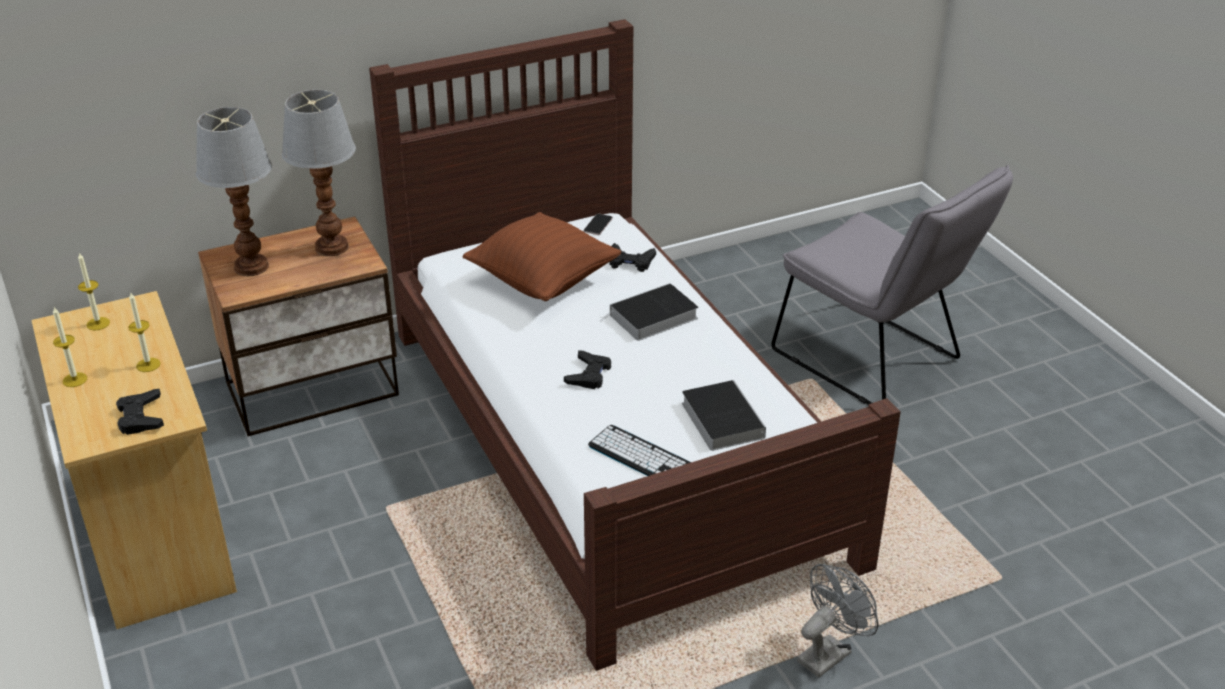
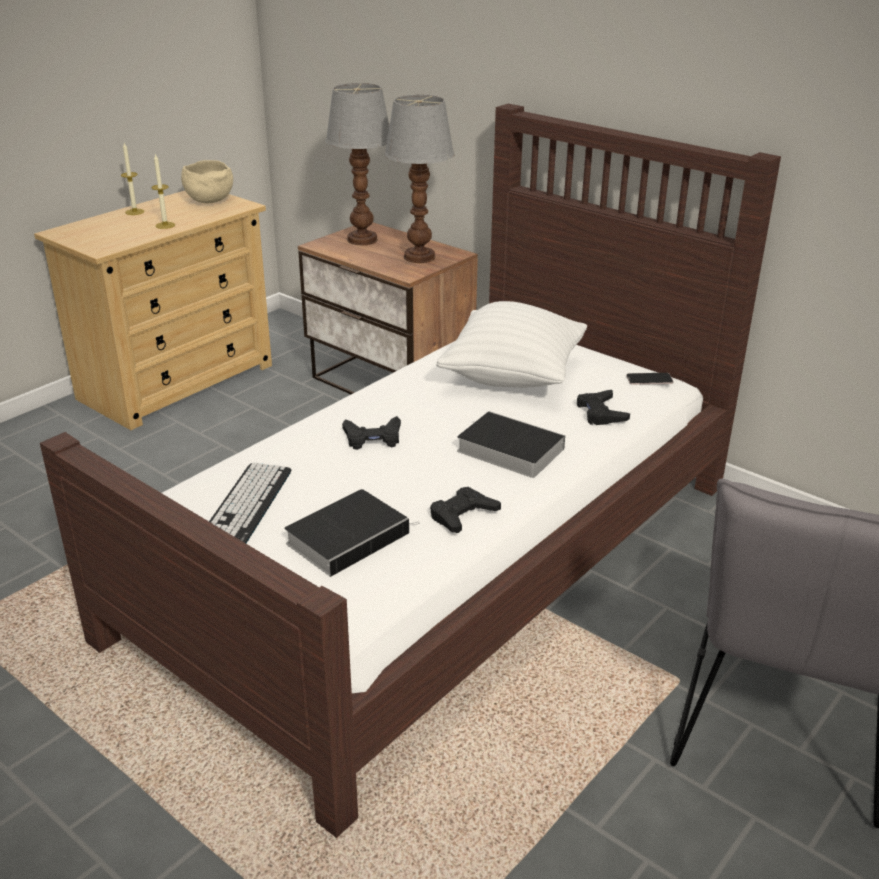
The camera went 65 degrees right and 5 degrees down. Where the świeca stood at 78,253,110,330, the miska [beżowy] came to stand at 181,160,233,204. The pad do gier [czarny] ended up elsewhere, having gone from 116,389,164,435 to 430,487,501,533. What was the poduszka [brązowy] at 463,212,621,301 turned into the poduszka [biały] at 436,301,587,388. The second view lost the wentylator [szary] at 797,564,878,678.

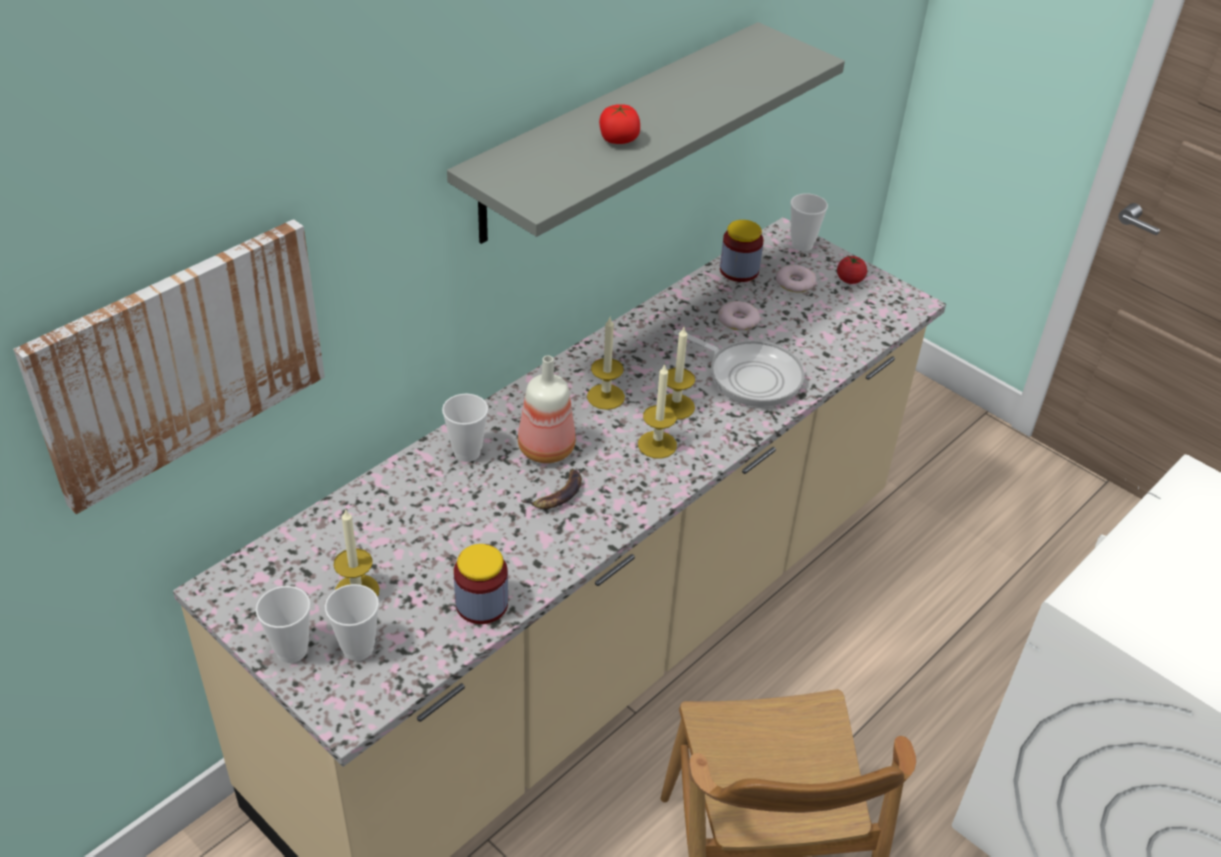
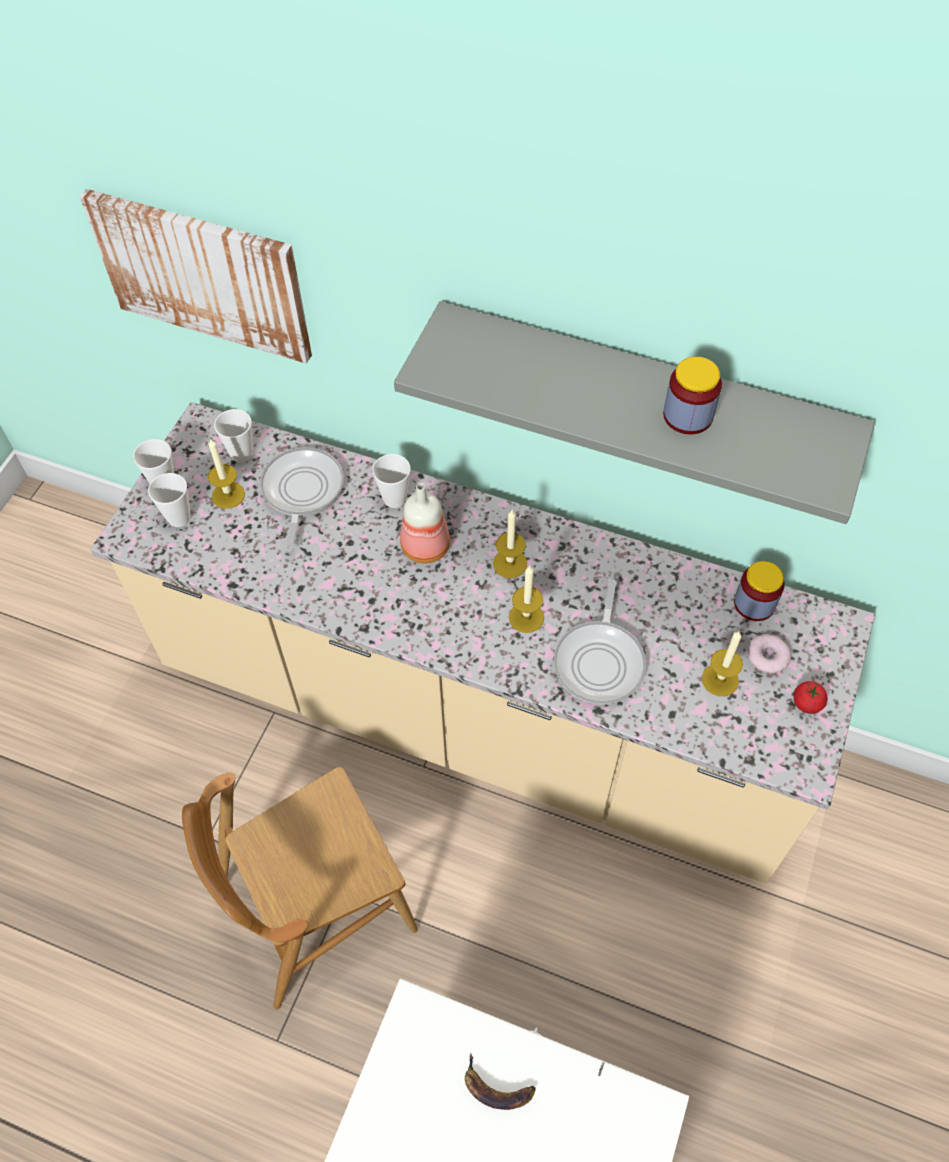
The camera went 70 degrees right and 15 degrees up. The słoik ended up elsewhere, having gone from 454,544,508,624 to 663,357,722,434. The banan ended up elsewhere, having gone from 521,468,582,509 to 465,1053,535,1110. The second view lost the pomidor at 599,104,640,144. The świeca ended up elsewhere, having gone from 638,363,677,459 to 702,631,743,696. The second view lost the donut at 718,301,760,331. The filiżanka ended up elsewhere, having gone from 790,194,828,251 to 214,409,253,463. The second view gained the patelnia at 260,447,344,552.

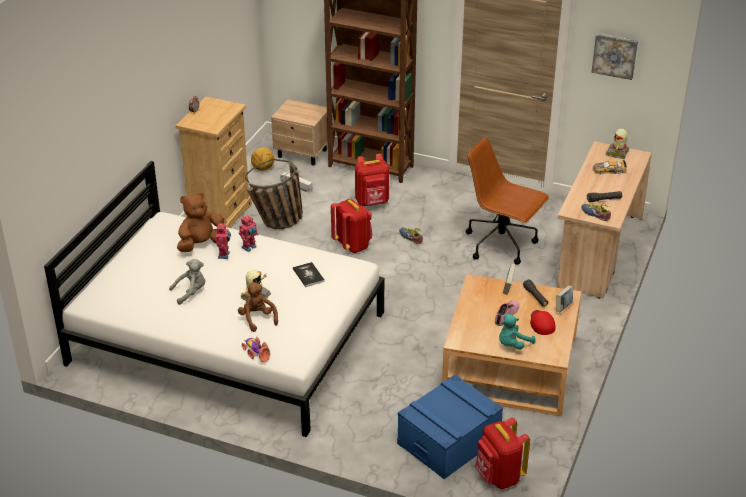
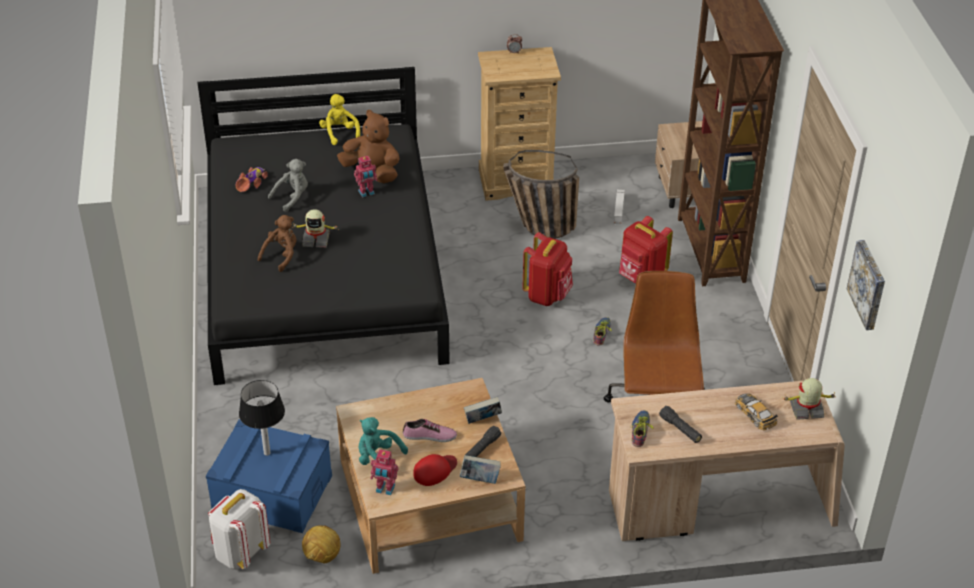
The camera went 60 degrees right and 5 degrees up. What was the łóżko [biały] at 44,161,384,437 turned into the łóżko [czarny] at 198,67,450,385. The pluszak [szary] at 169,259,205,305 ended up facing another way, 75 degrees counterclockwise from before. The robot zabawkowy ended up elsewhere, having gone from 239,215,259,252 to 371,449,398,495. The samochodzik ended up elsewhere, having gone from 242,337,270,363 to 235,167,268,192. The piłka futbolowa ended up elsewhere, having gone from 251,147,275,171 to 302,525,341,563. The second view lost the książka at 293,262,325,287. What was the plecak [czerwony] at 475,418,530,489 turned into the plecak [biały] at 208,489,270,570. The second view gained the lampa stołowa at 239,380,285,456. The second view gained the pluszak [żółty] at 319,94,360,145.

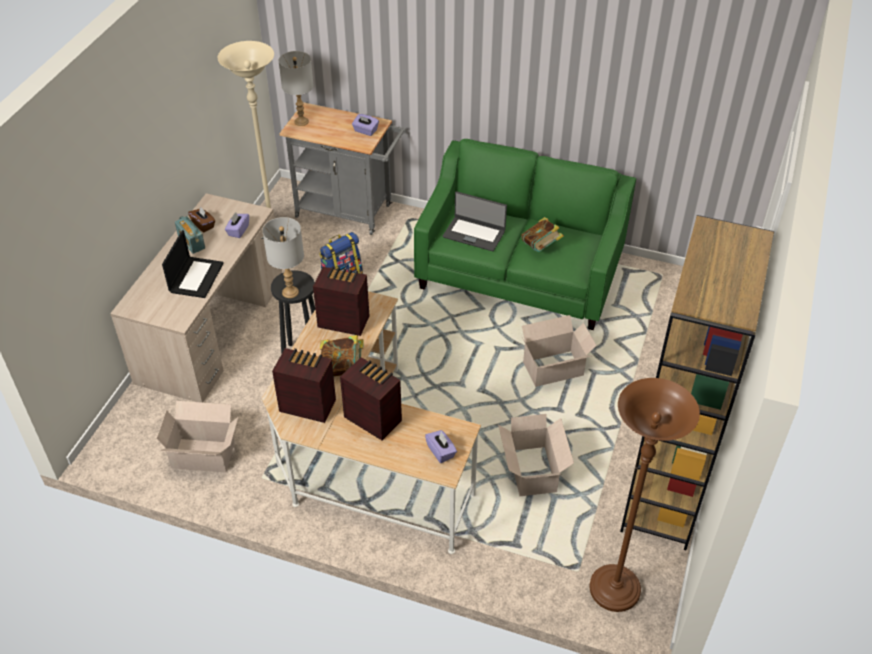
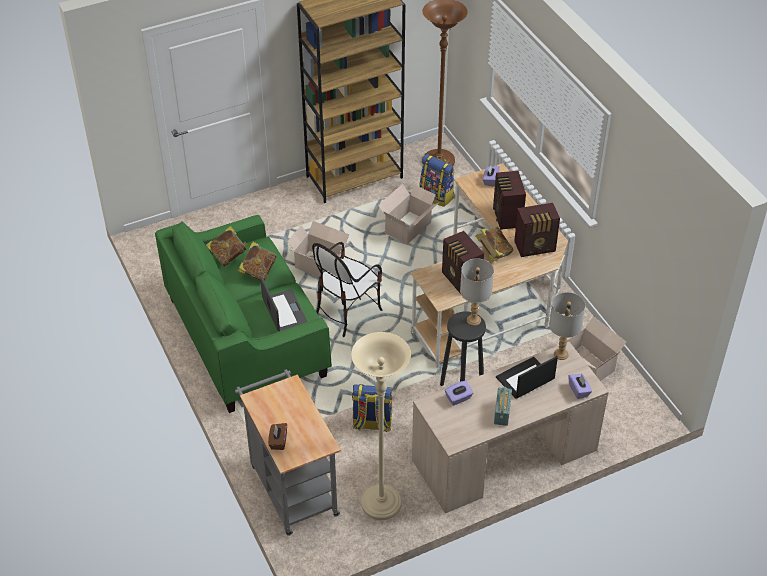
The camera went 135 degrees left and 0 degrees up. The pudełko chusteczek [brązowy] ended up elsewhere, having gone from 188,207,215,233 to 268,423,287,450. The radio at 272,348,336,423 ended up facing another way, 75 degrees counterclockwise from before. The lampa stołowa [szary] ended up elsewhere, having gone from 278,51,314,126 to 549,292,585,360. The pudełko chusteczek [fioletowy] ended up elsewhere, having gone from 352,114,379,136 to 568,374,592,399. The second view gained the książka at 206,226,247,267. The second view gained the krzesło at 312,242,382,337. The second view gained the plecak at 419,154,454,207.

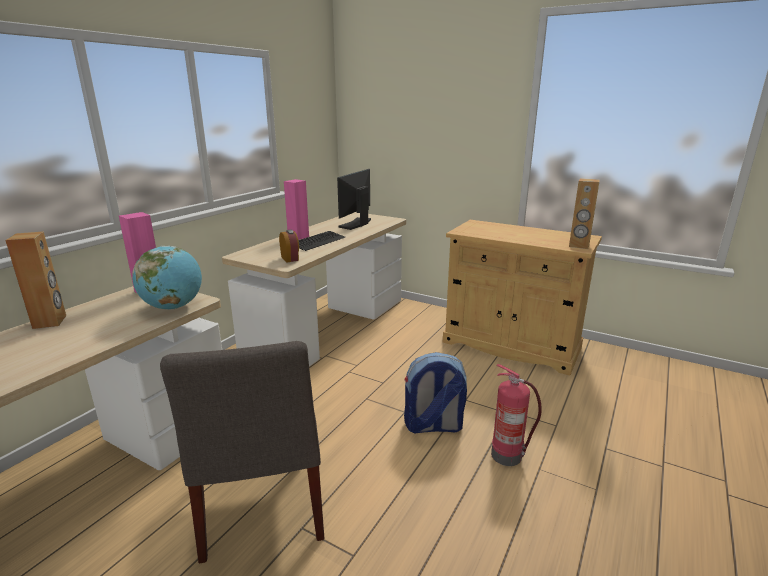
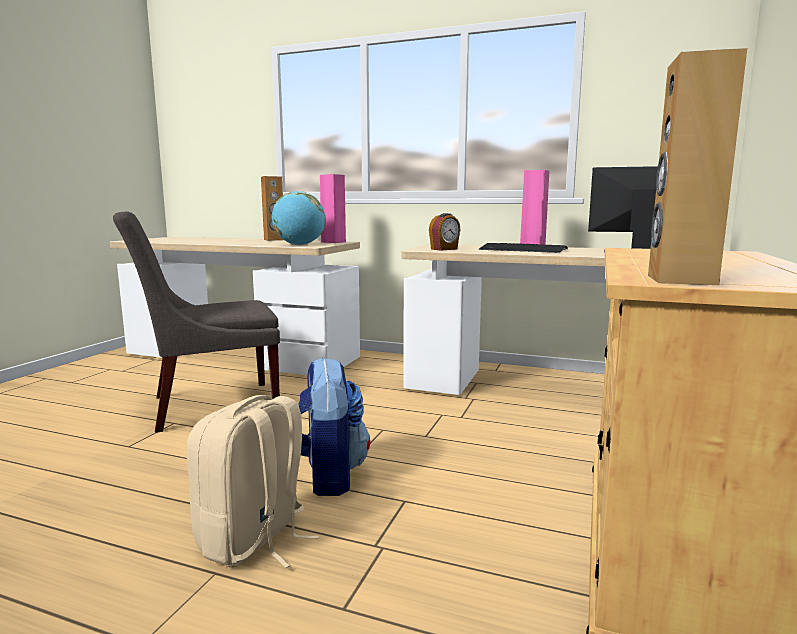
The camera went 80 degrees right and 10 degrees down. Where the gaśnica stood at 491,364,542,466, the plecak [beżowy] came to stand at 187,395,320,568.

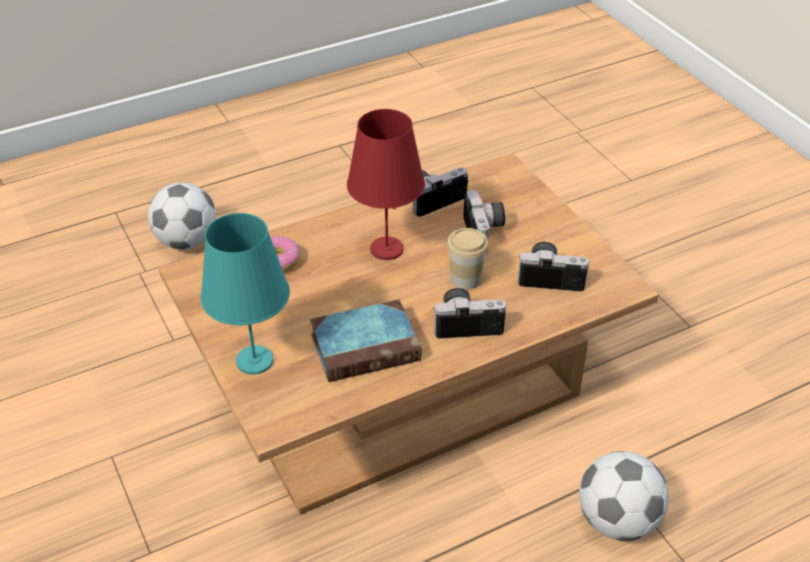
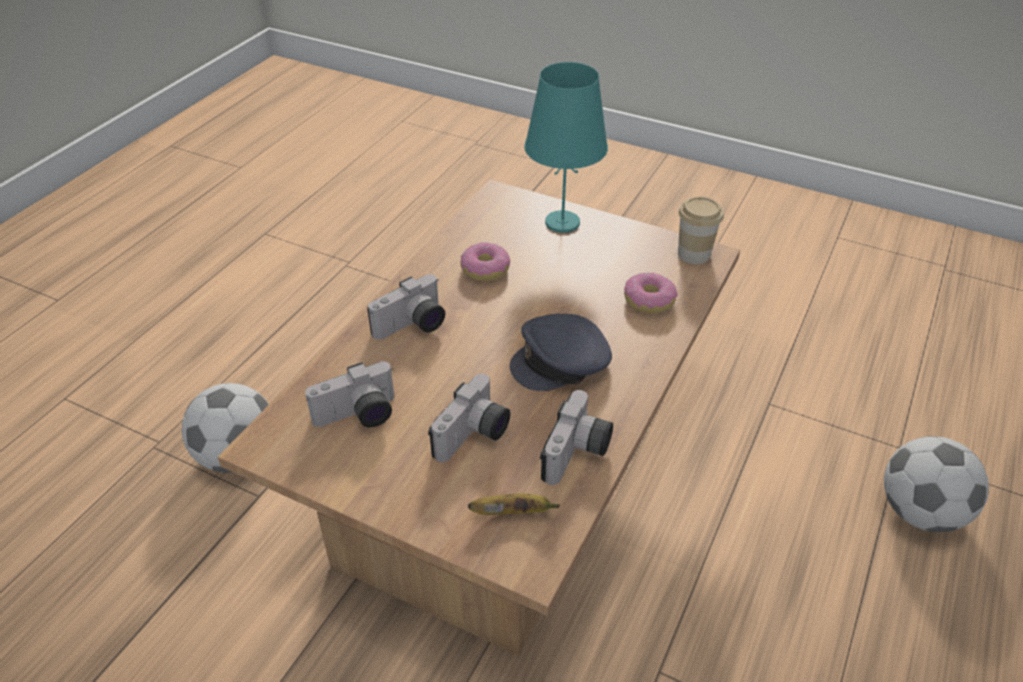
The camera went 145 degrees right and 0 degrees up. Where the książka stood at 310,299,422,382, the donut came to stand at 460,242,510,281. Where the lampa stołowa [czerwony] stood at 347,109,425,260, the czapka z daszkiem [szary] came to stand at 510,314,612,391. The filiżanka ended up elsewhere, having gone from 447,228,489,290 to 678,197,724,264. The aparat fotograficzny at 463,190,505,254 ended up facing another way, 105 degrees counterclockwise from before. The second view gained the banan at 468,494,560,515.

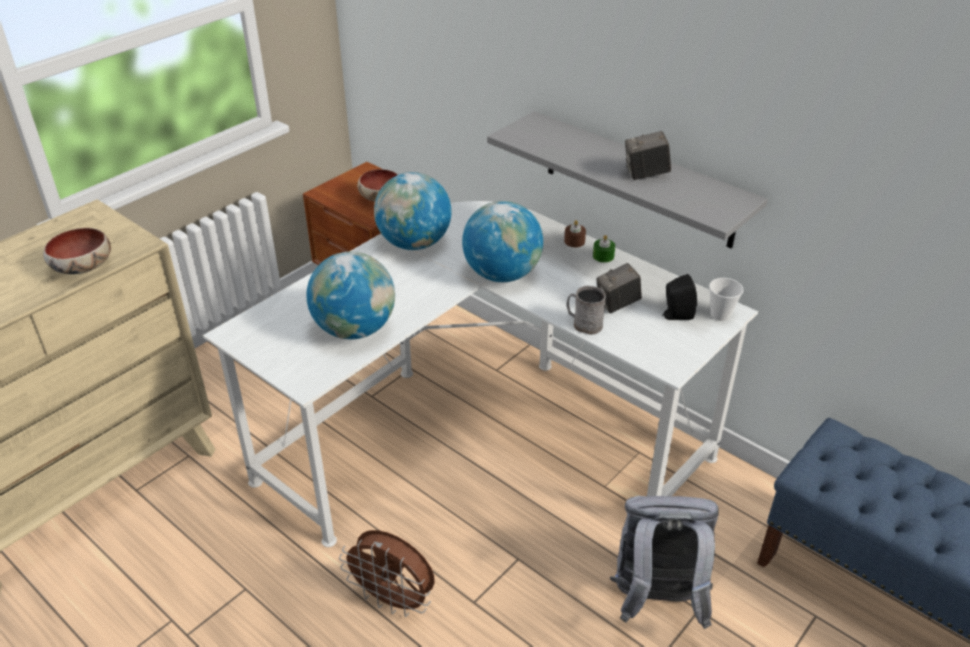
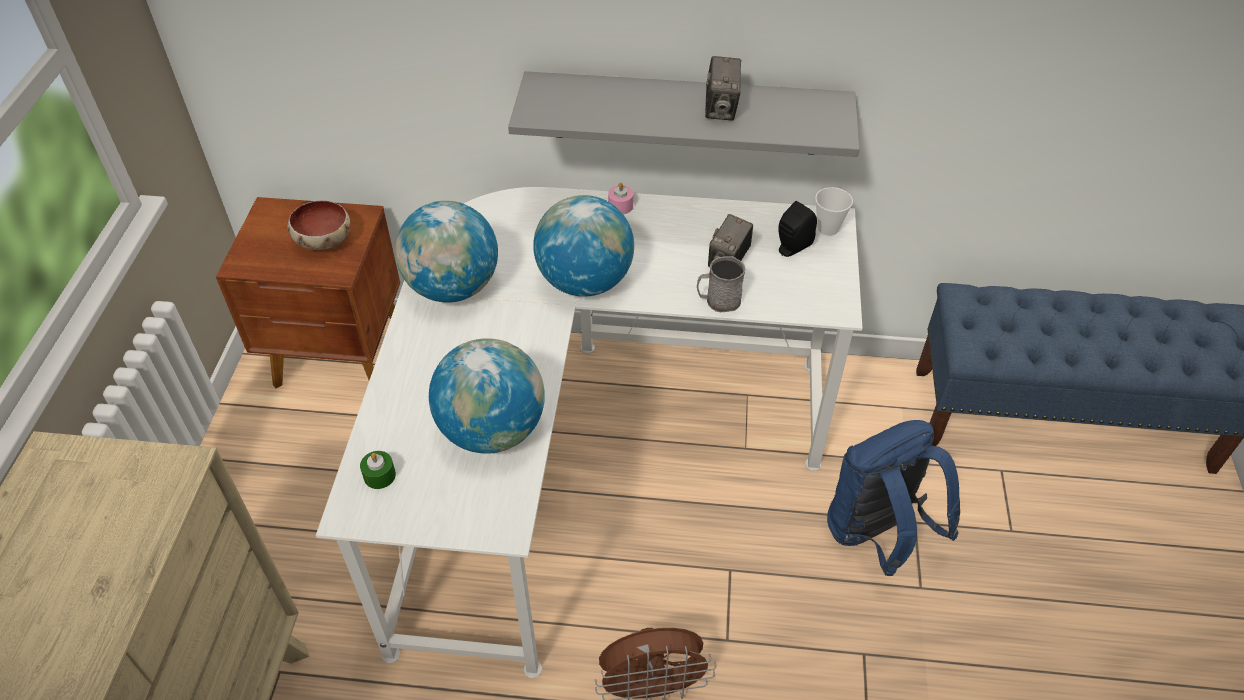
The camera went 35 degrees left and 10 degrees up. The second view lost the miska at 43,228,111,274. What was the świeca [brązowy] at 564,220,586,247 turned into the świeca [różowy] at 608,182,633,214. The świeca [zielony] ended up elsewhere, having gone from 593,235,615,263 to 360,451,396,489. What was the plecak [szary] at 610,496,719,629 turned into the plecak [niebieski] at 827,420,960,576. The aparat fotograficzny at 625,131,671,180 ended up facing another way, 45 degrees counterclockwise from before.

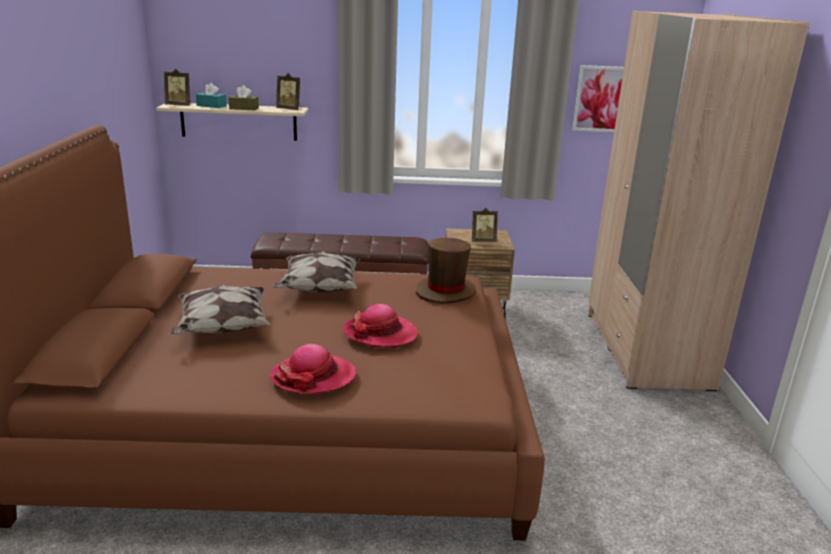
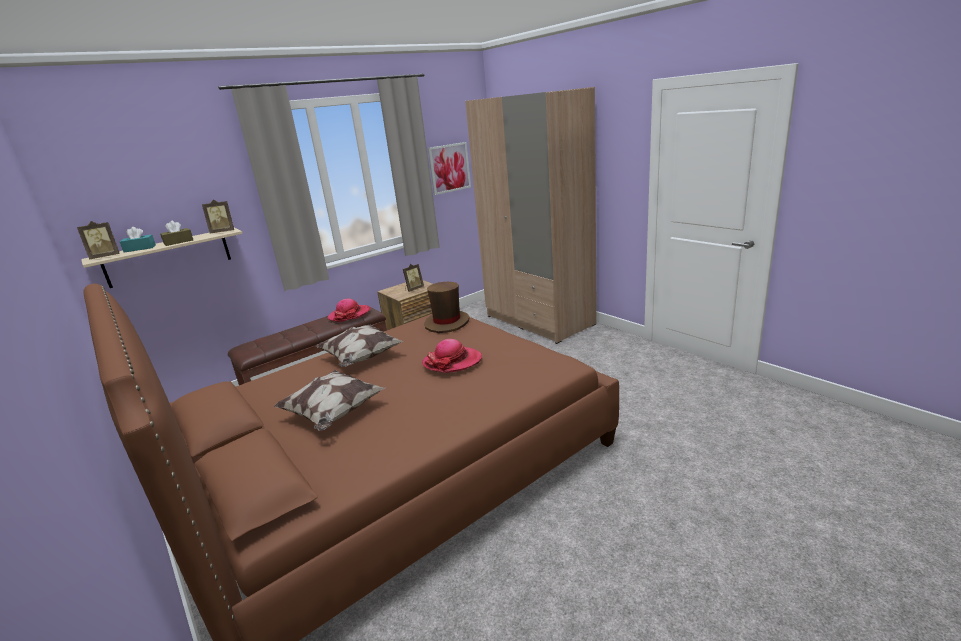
The camera went 35 degrees left and 0 degrees up. The kapelusz ended up elsewhere, having gone from 270,344,357,395 to 327,299,371,322.

